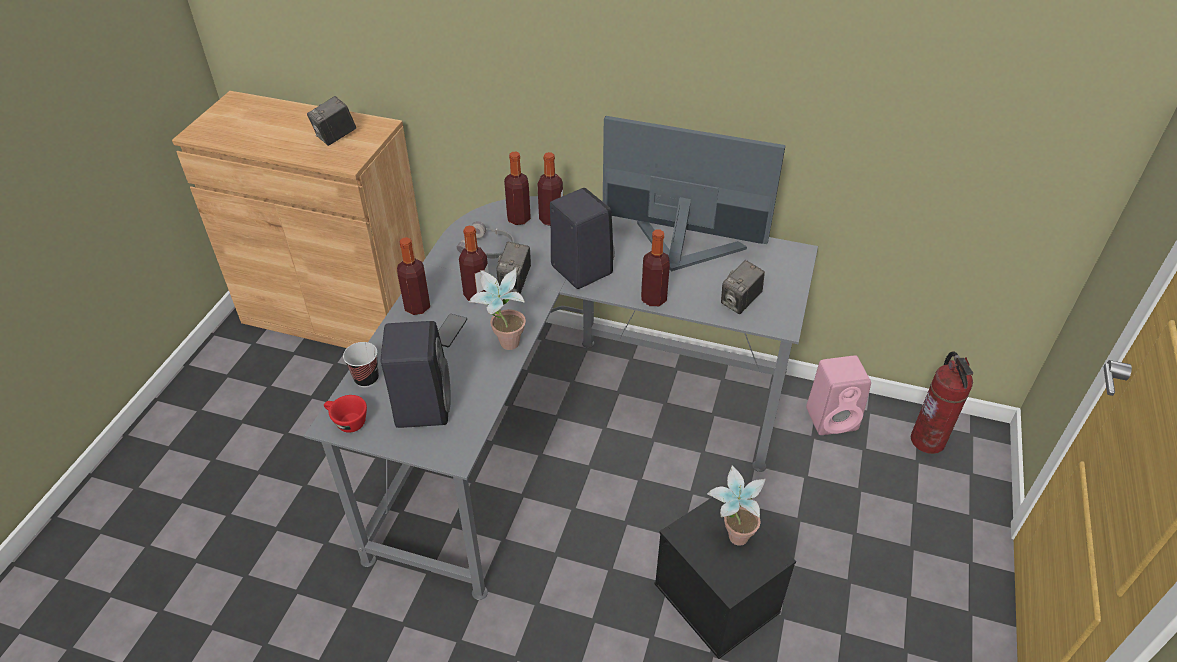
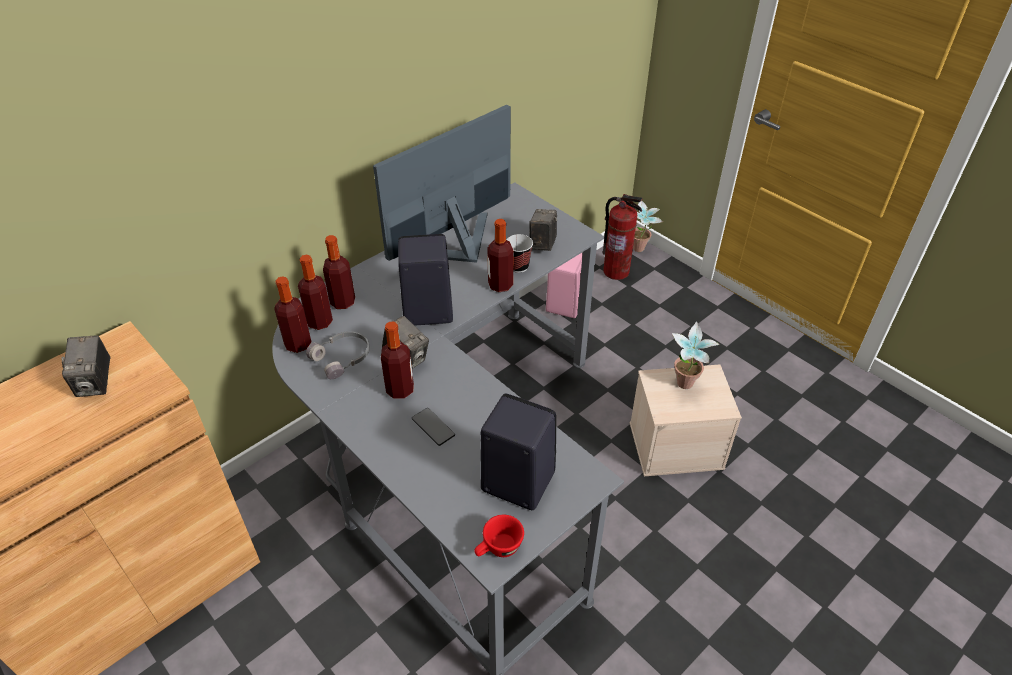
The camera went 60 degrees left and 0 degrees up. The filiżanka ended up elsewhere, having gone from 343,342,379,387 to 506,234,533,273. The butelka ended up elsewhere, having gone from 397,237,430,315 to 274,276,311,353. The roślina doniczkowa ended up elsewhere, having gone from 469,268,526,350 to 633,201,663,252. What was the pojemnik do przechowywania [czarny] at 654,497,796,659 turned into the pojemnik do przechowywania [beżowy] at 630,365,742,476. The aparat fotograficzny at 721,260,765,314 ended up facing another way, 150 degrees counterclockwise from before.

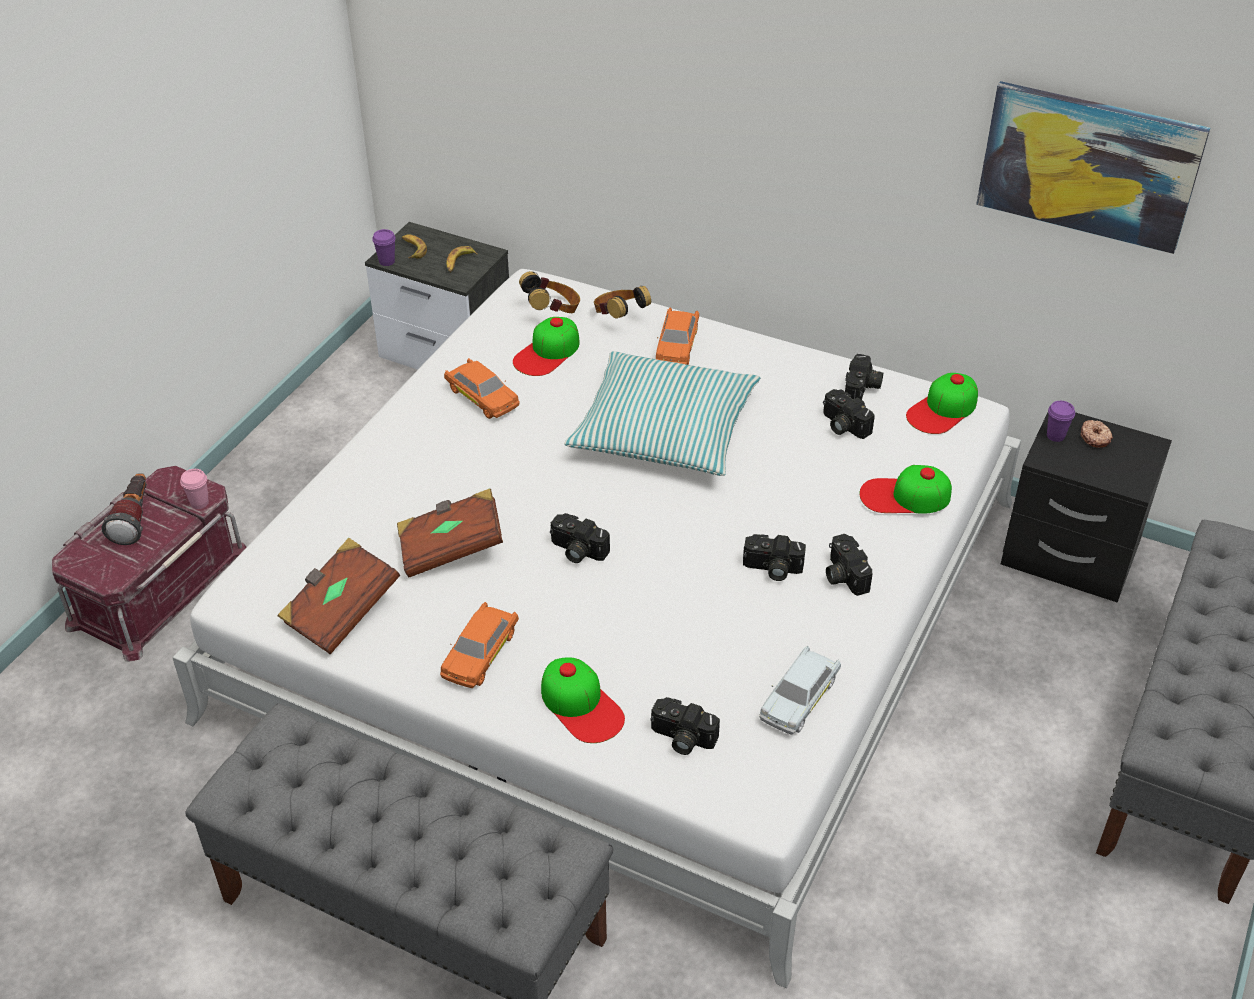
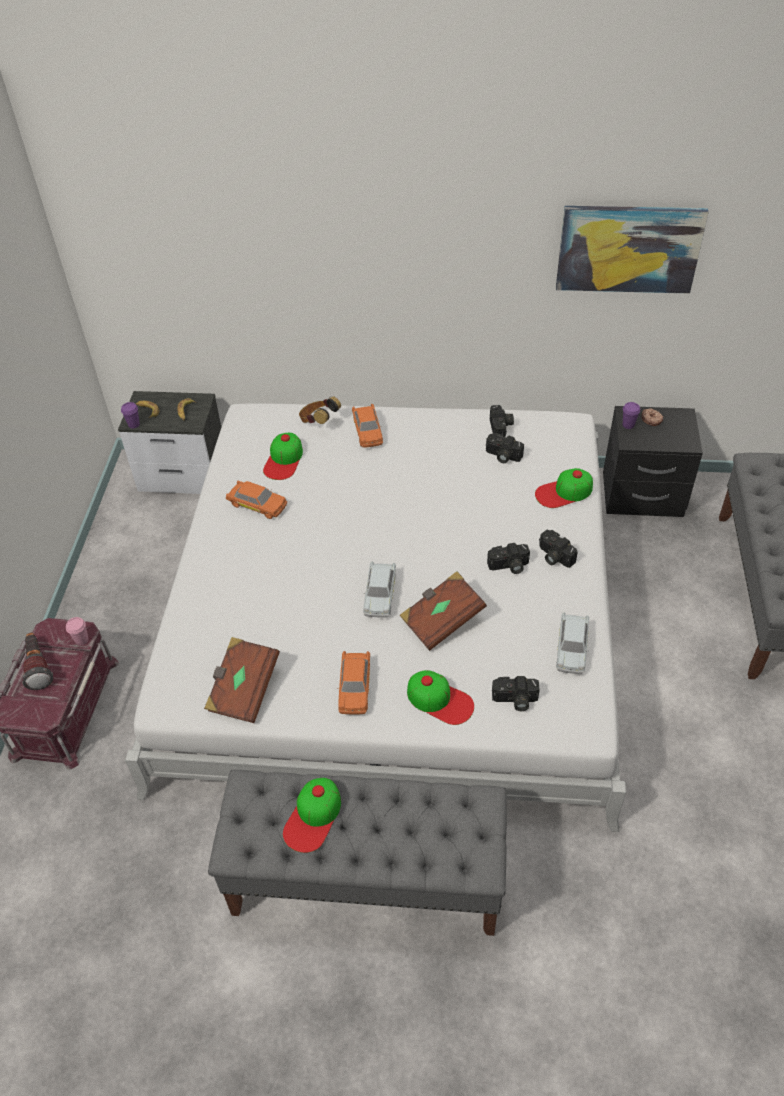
The camera went 20 degrees left and 5 degrees up. The książka [brązowy] ended up elsewhere, having gone from 397,488,503,578 to 400,571,487,651. The second view lost the słuchawki at 519,271,580,313. Where the aparat fotograficzny stood at 550,513,610,563, the samochodzik [biały] came to stand at 364,561,396,618. The second view lost the poduszka at 564,351,760,476. The czapka z daszkiem ended up elsewhere, having gone from 906,373,978,434 to 283,778,341,853.

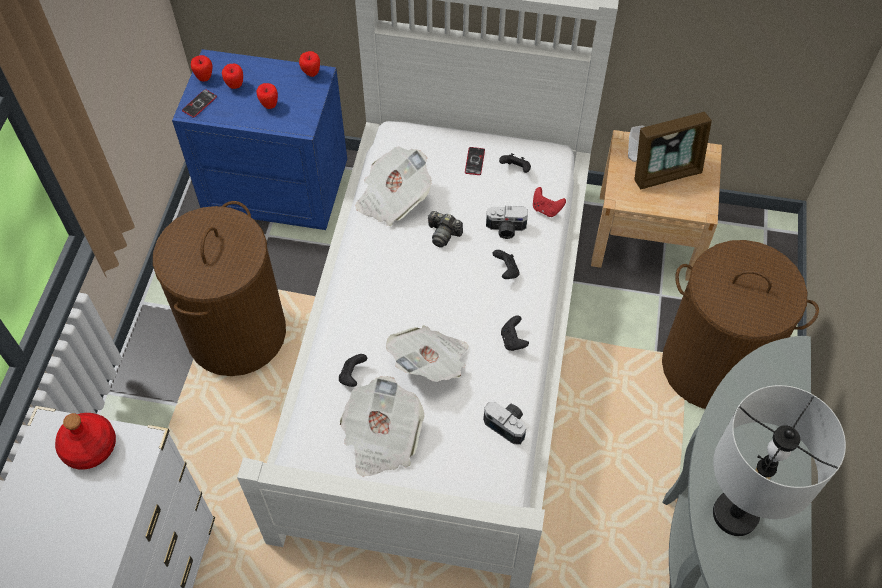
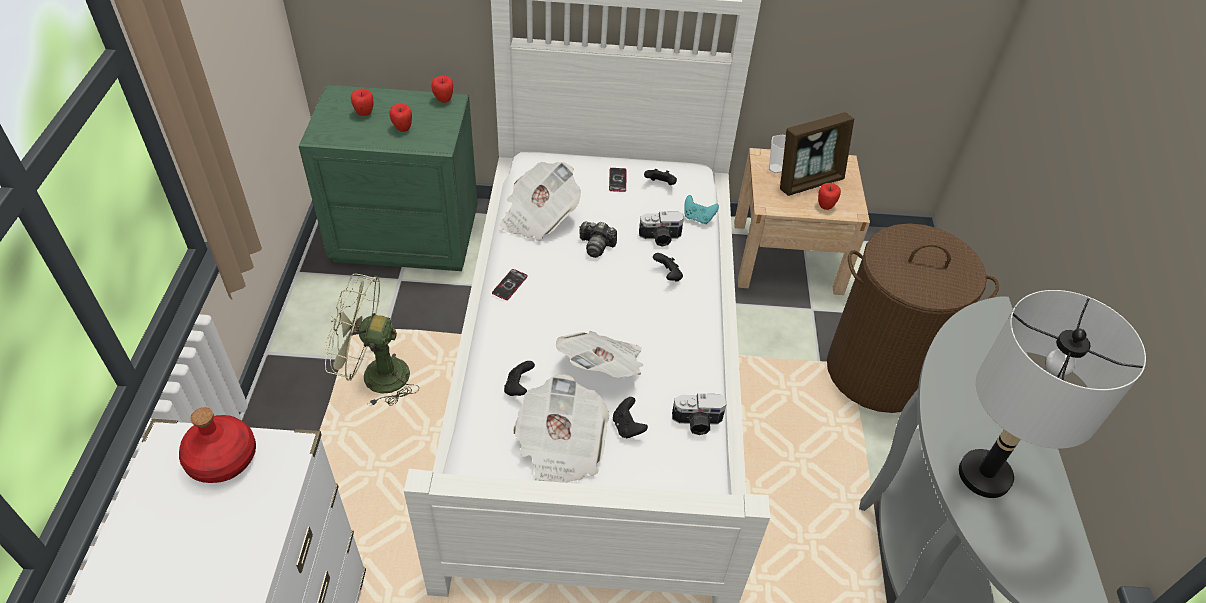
The camera went 10 degrees left and 10 degrees down. Where the kosz na pranie [brązowy] stood at 153,201,286,376, the wentylator [zielony] came to stand at 325,274,419,406. What was the szafka nocna [niebieski] at 172,49,347,230 turned into the szafka nocna [zielony] at 299,84,478,271. The telefon ended up elsewhere, having gone from 182,89,217,118 to 492,269,528,300. The jabłko ended up elsewhere, having gone from 191,55,213,82 to 818,183,841,210. The aparat fotograficzny at 483,402,526,445 ended up facing another way, 150 degrees clockwise from before. The pad do gier [czarny] ended up elsewhere, having gone from 501,316,529,351 to 613,397,648,439. What was the pad do gier [czerwony] at 533,187,566,217 turned into the pad do gier [turkusowy] at 684,195,719,224.

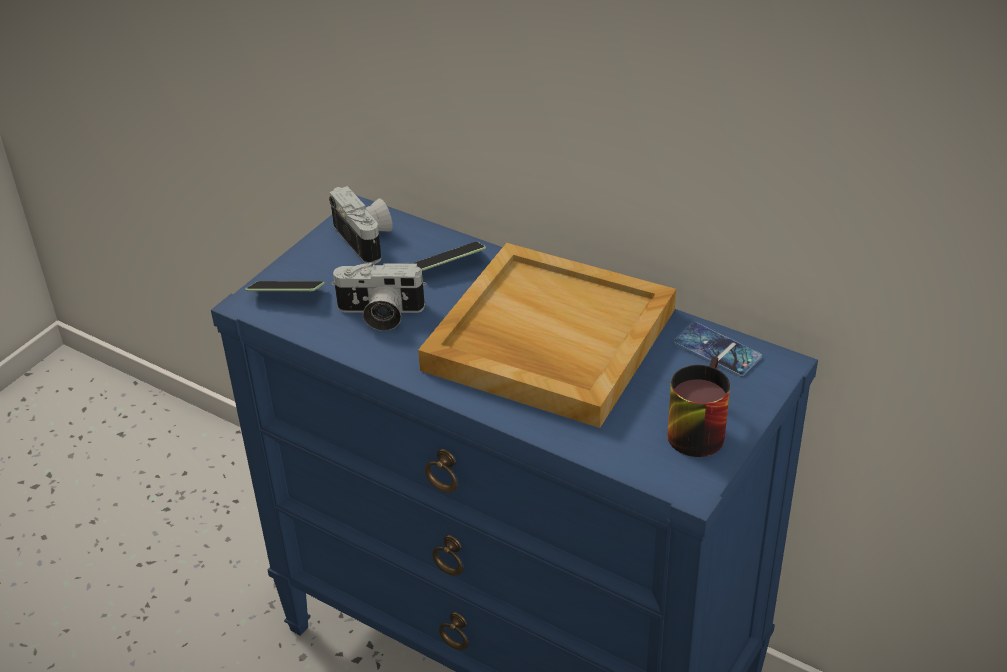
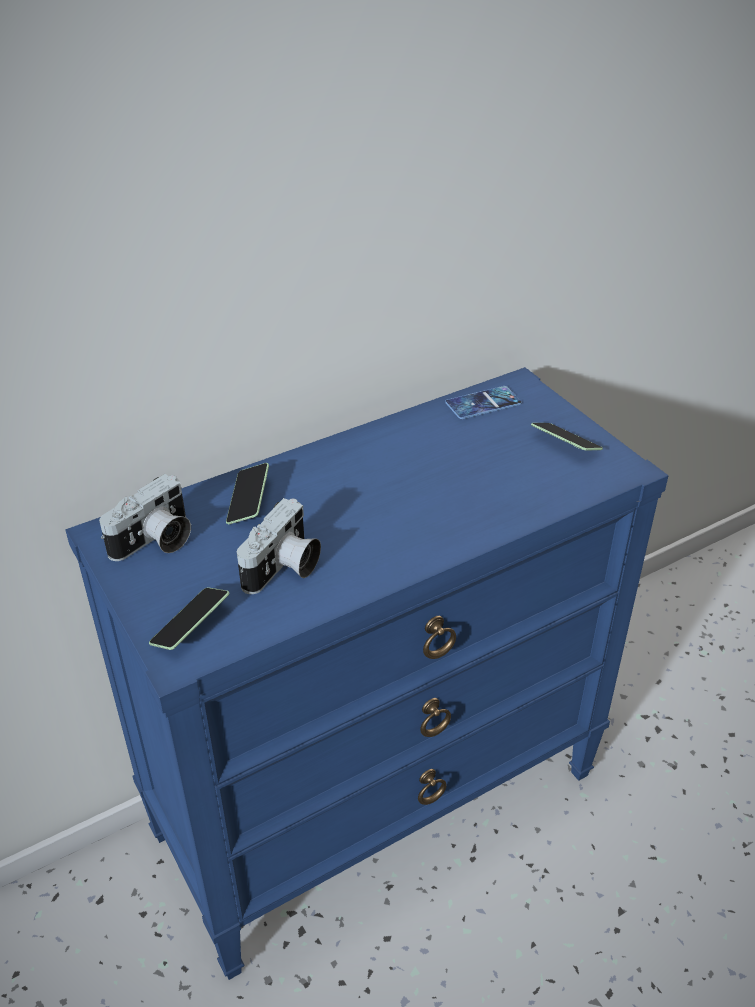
The camera went 65 degrees left and 0 degrees up. The aparat fotograficzny at 329,186,393,264 ended up facing another way, 135 degrees clockwise from before. The second view lost the taca [beżowy] at 418,243,676,428. Where the kubek stood at 667,357,730,457, the telefon came to stand at 531,423,603,451.

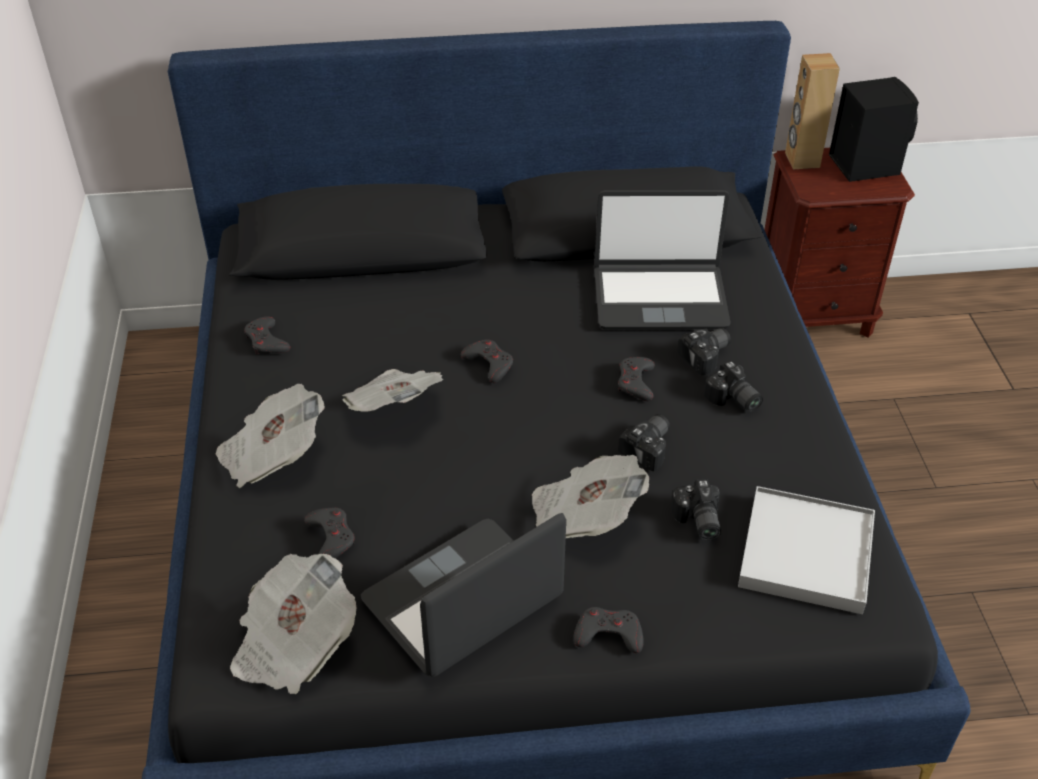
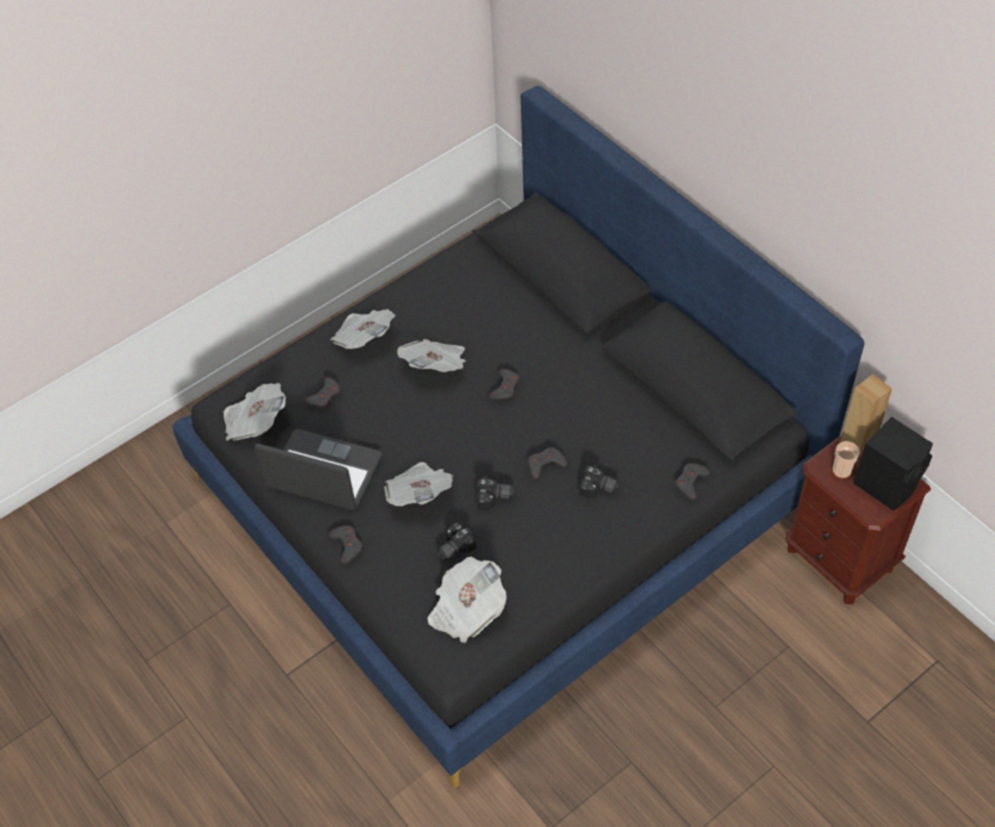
The camera went 60 degrees right and 10 degrees up. The pad do gier [szary] ended up elsewhere, having gone from 244,316,290,354 to 676,463,710,500. The second view lost the laptop at 594,190,731,329. The second view lost the aparat fotograficzny at 704,361,763,412. Where the taca [biały] stood at 738,486,875,614, the gazeta came to stand at 427,557,507,643. The second view gained the filiżanka at 833,441,860,478.

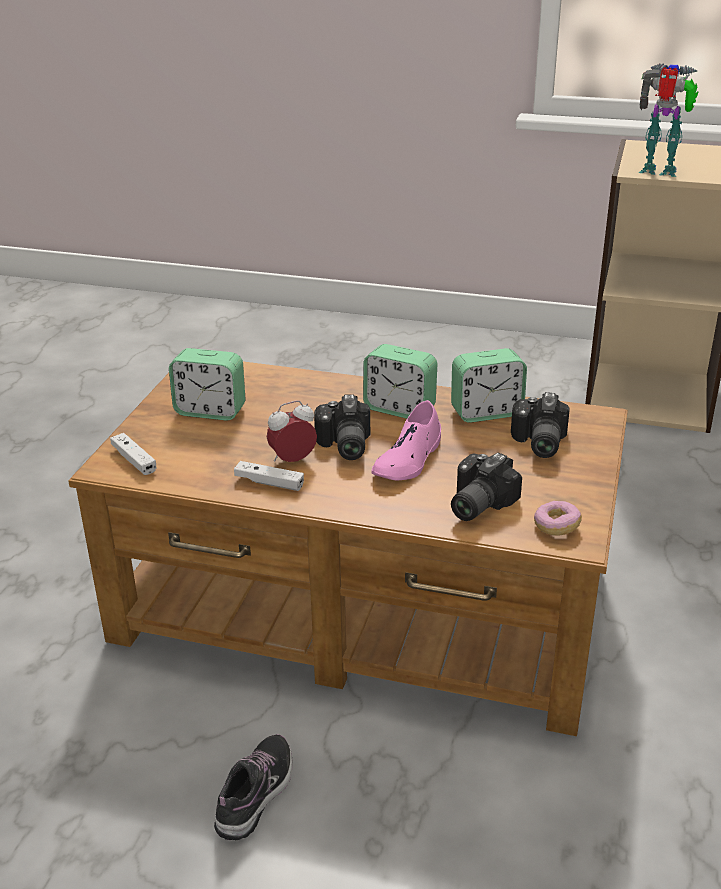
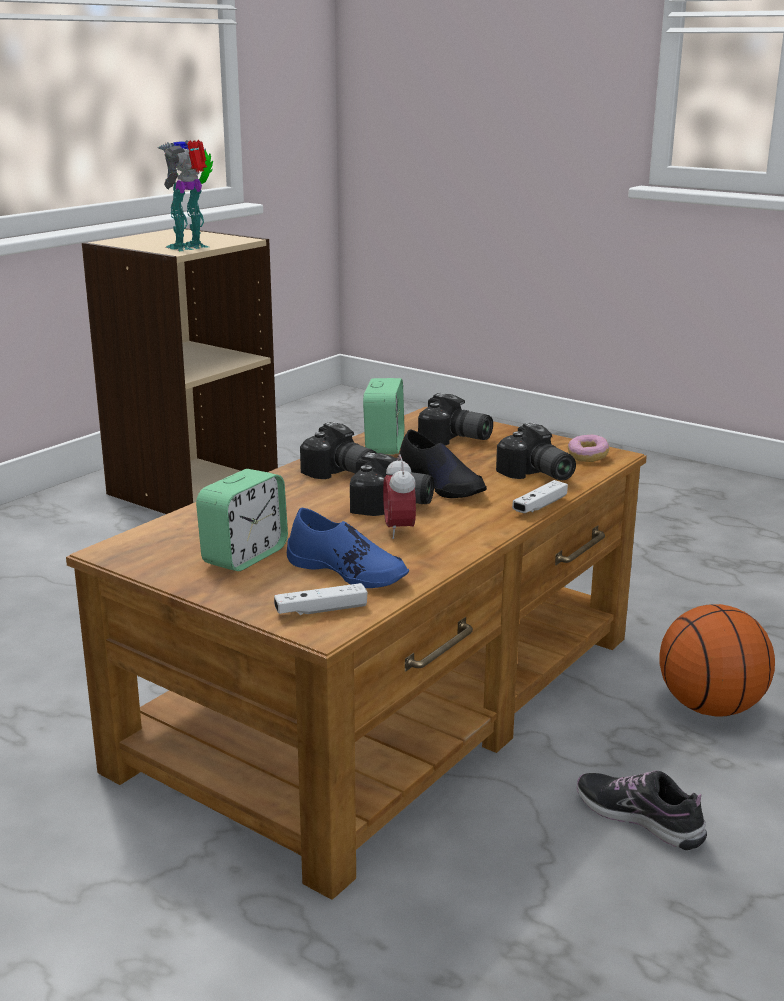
The camera went 70 degrees left and 10 degrees down. The pad do gier [biały] ended up elsewhere, having gone from 234,461,304,491 to 512,480,568,513. Where the budzik stood at 363,344,437,419, the aparat fotograficzny came to stand at 300,422,377,479. What was the but [różowy] at 371,400,441,480 turned into the but [czarny] at 397,429,487,498. The second view gained the but [niebieski] at 287,507,409,588. The second view gained the piłka do koszykówki at 659,604,775,717.

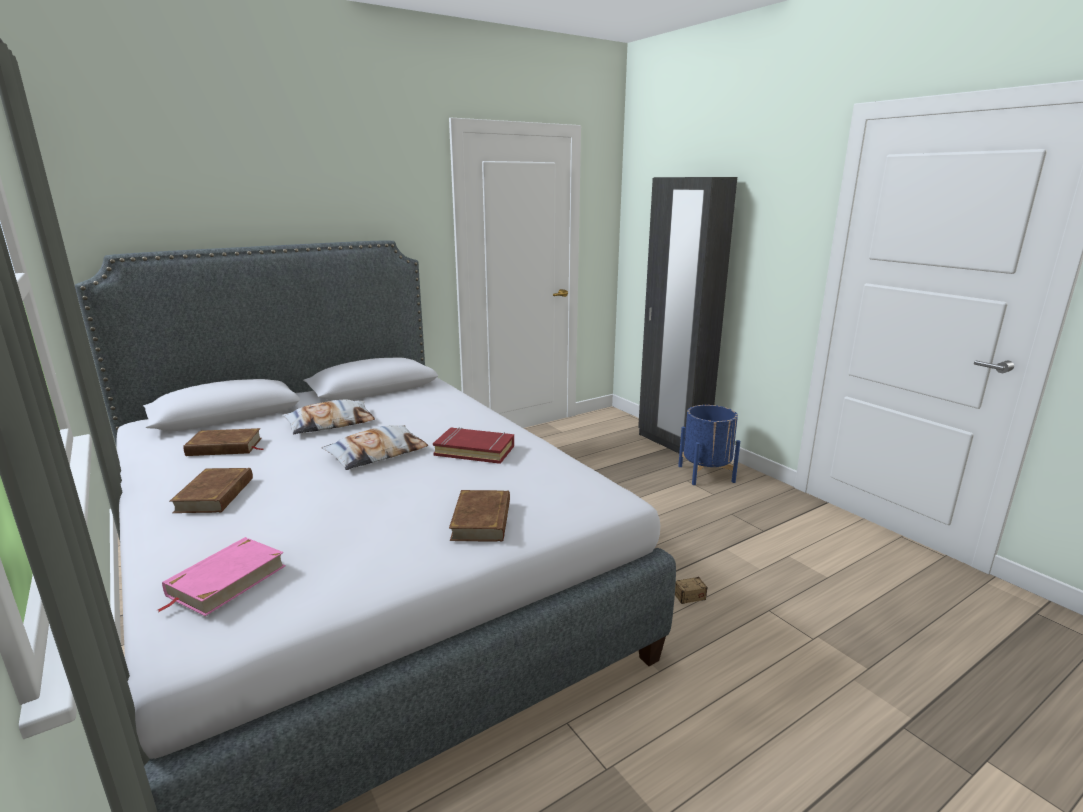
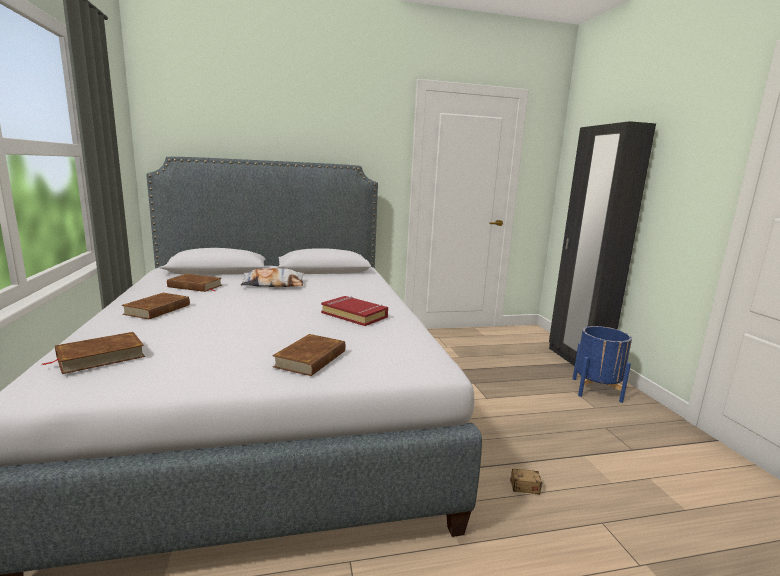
The camera went 20 degrees right and 5 degrees down. What was the książka [różowy] at 158,537,286,616 turned into the książka [brązowy] at 42,332,145,374. The second view lost the poduszka at 322,425,428,470.

